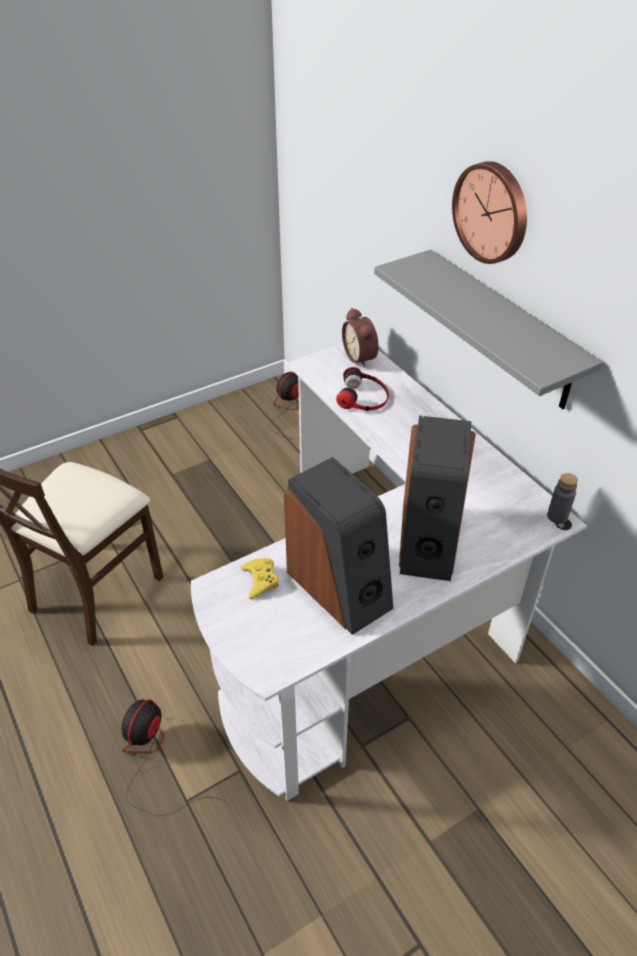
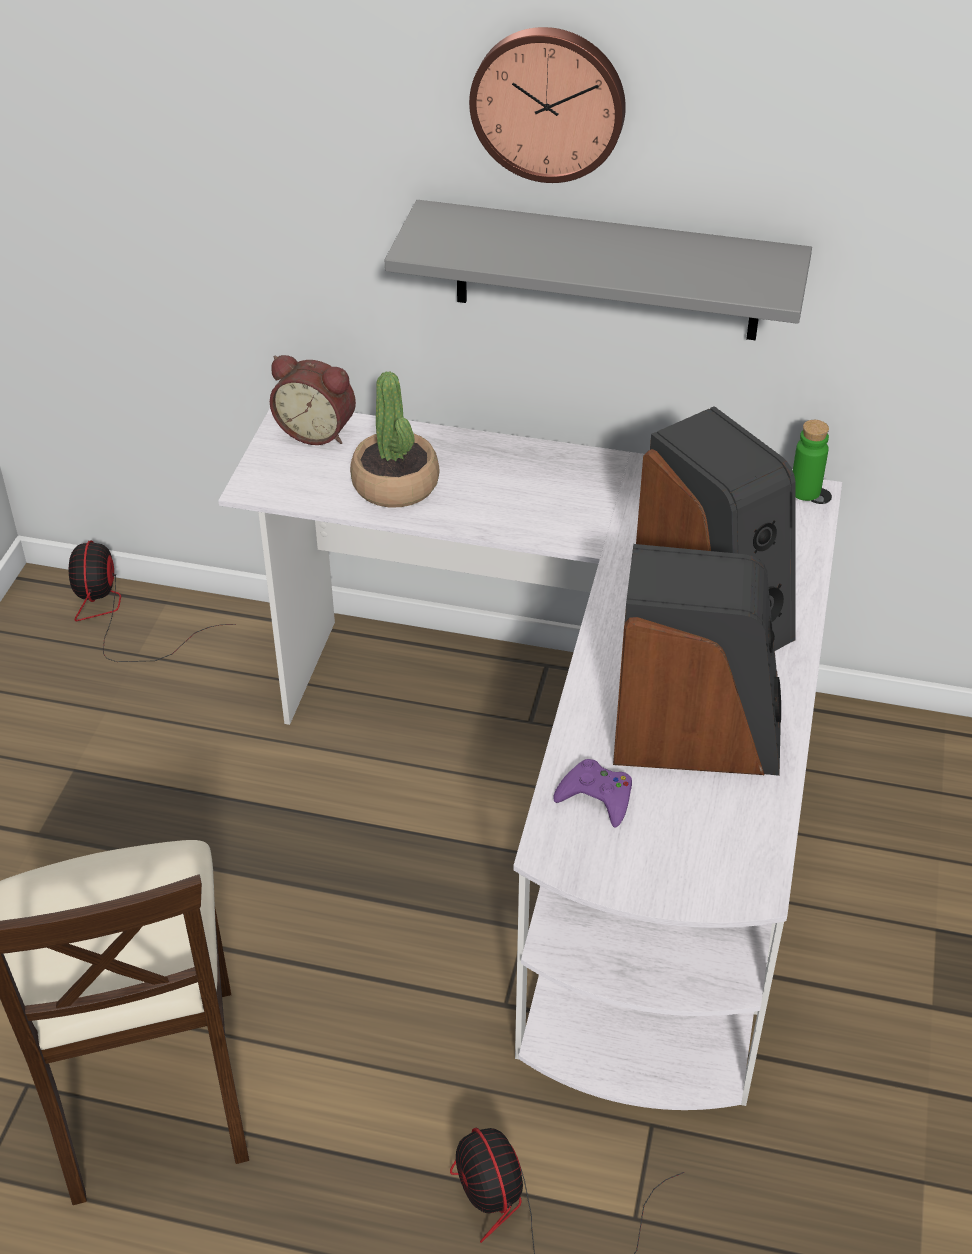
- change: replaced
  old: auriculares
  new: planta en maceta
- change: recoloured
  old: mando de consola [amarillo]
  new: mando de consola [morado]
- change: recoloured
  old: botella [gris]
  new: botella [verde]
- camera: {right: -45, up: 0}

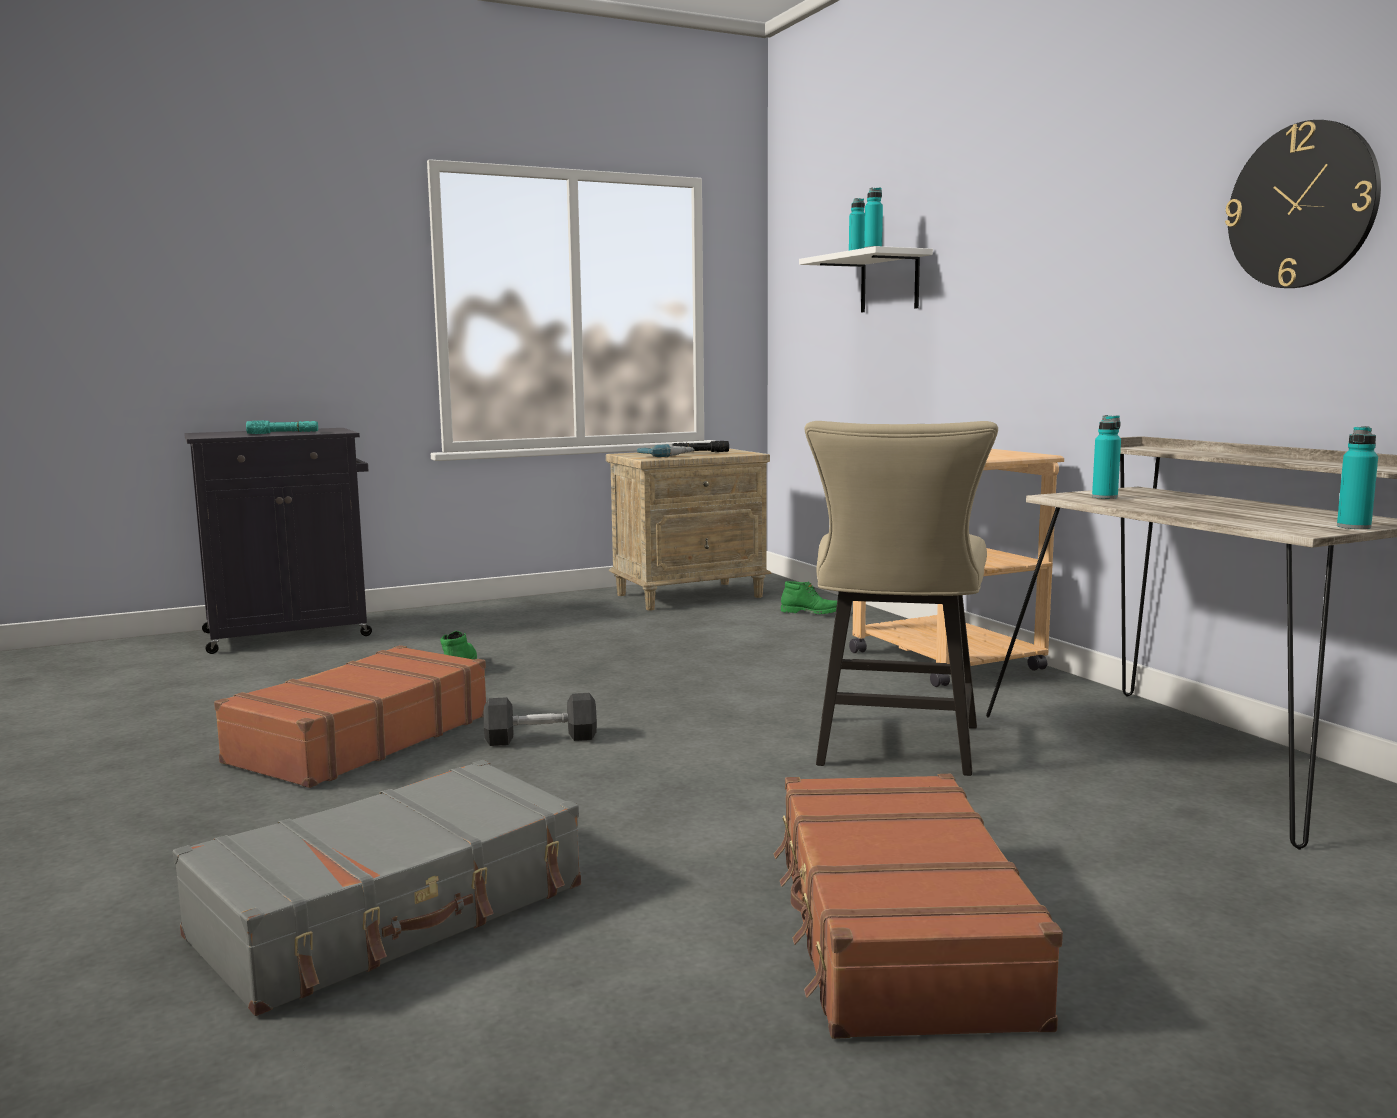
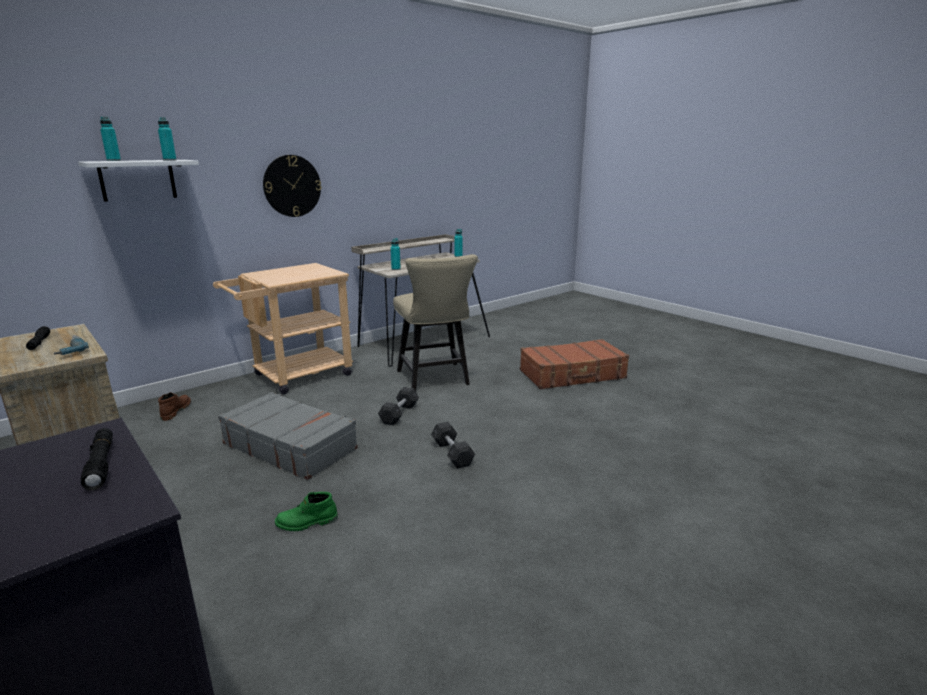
- change: recoloured
  old: linterna [turquesa]
  new: linterna [negro] (2nd from left)
- change: recoloured
  old: bota [verde] (2nd from left)
  new: bota [marrón]
- change: moved
  old: maleta [gris]
- change: moved
  old: reloj de pared
- change: added
  new: mancuerna [gris] (1st from left)
- change: turned
  old: silla [beis]
  degrees: 75
- change: removed
  old: maleta [marrón] (1st from left)
- camera: {right: -105, up: 10}

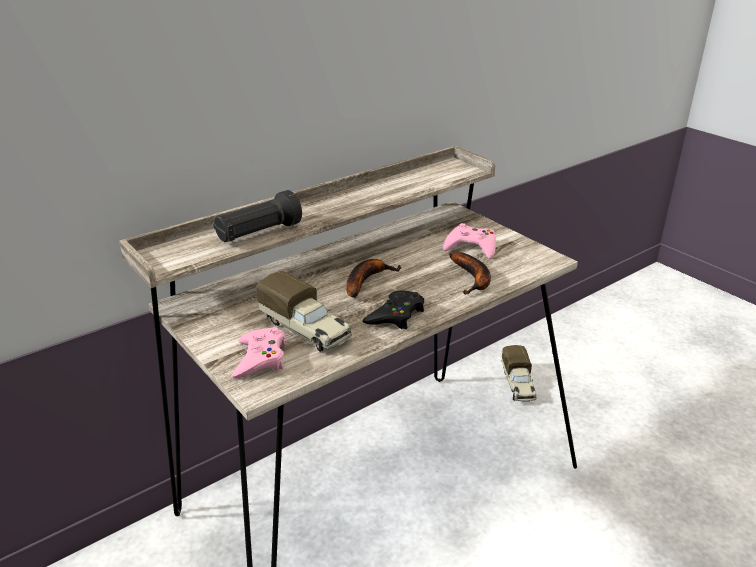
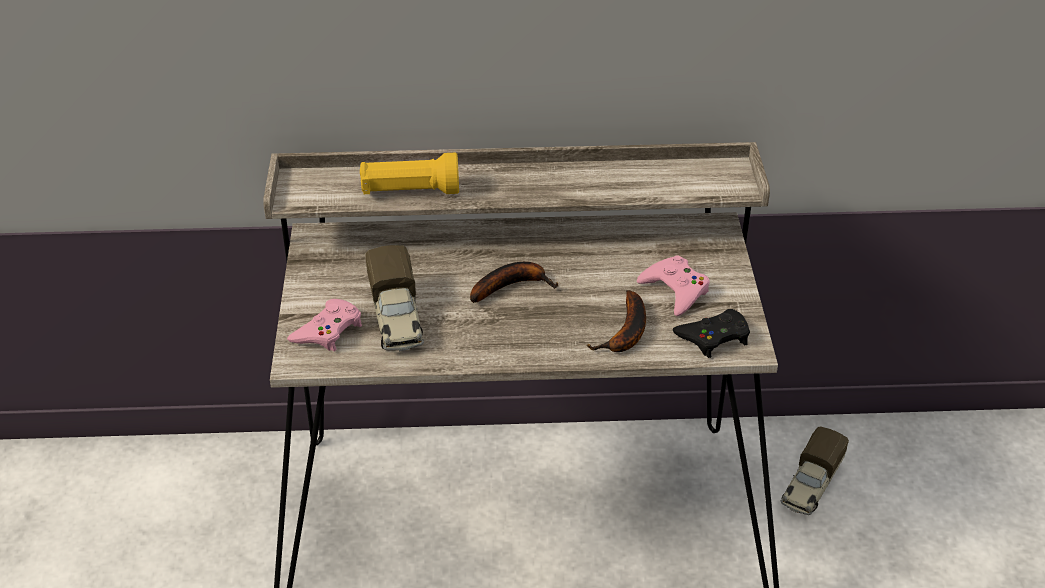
- change: recoloured
  old: linterna [negro]
  new: linterna [amarillo]
- change: moved
  old: mando de consola [negro]
- camera: {right: 35, up: 10}

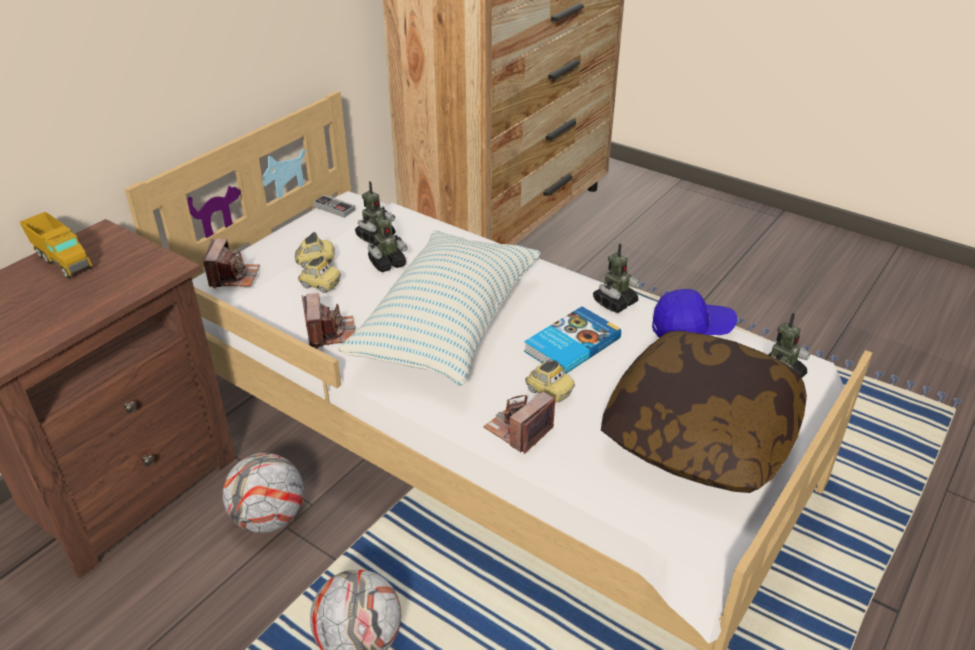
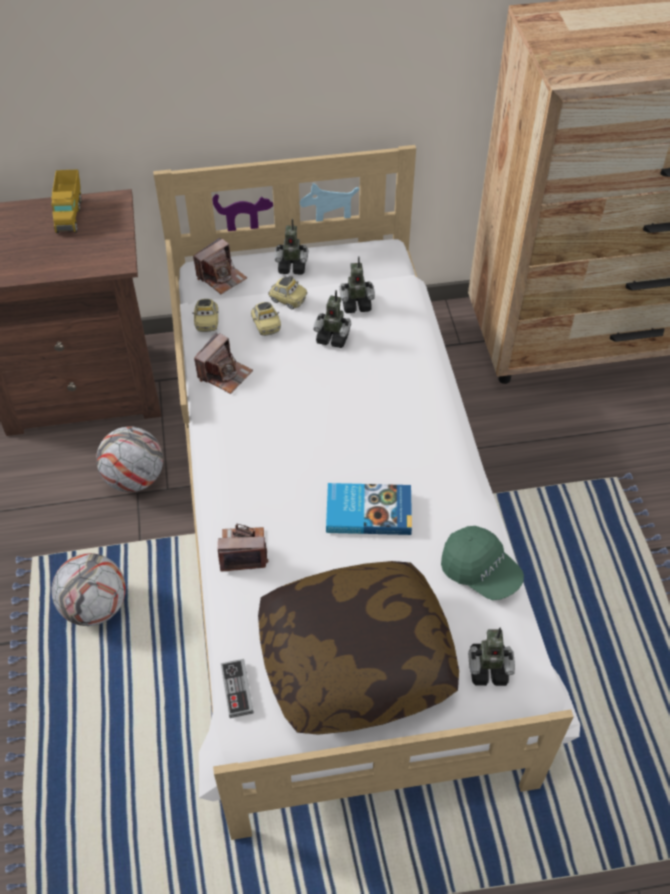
- change: moved
  old: coche de juguete (3rd from left in the first image)
  new: coche de juguete (1st from left)
- change: moved
  old: mando de consola
- change: moved
  old: robot de juguete (3rd from left in the first image)
  new: robot de juguete (1st from left)
- change: recoloured
  old: gorra [azul]
  new: gorra [verde]
- change: removed
  old: cojín (1st from left)
- camera: {right: 45, up: 15}

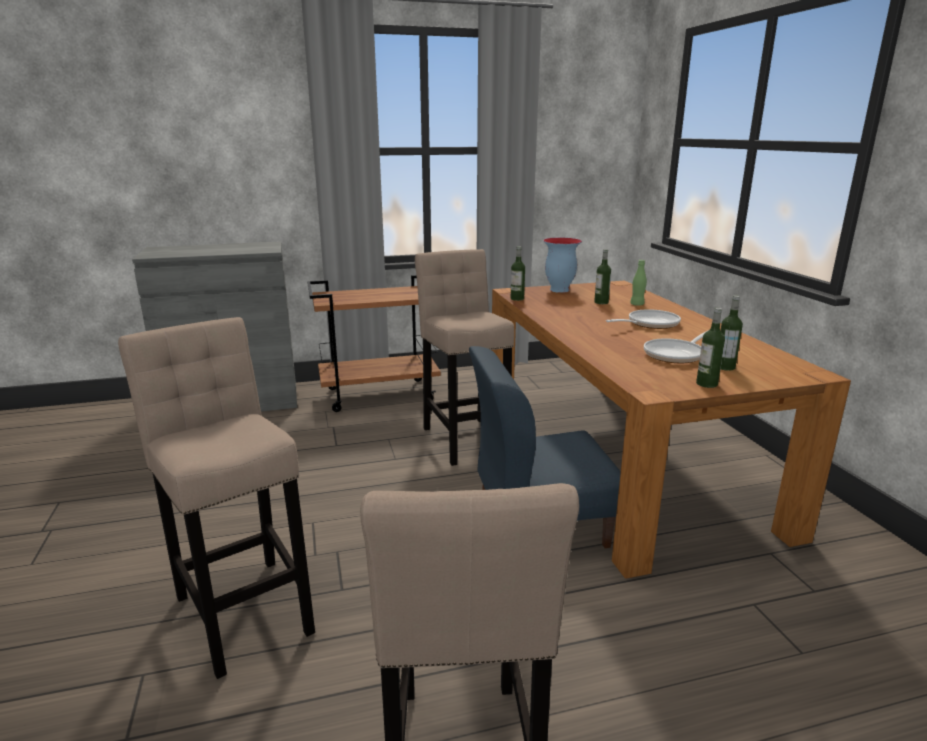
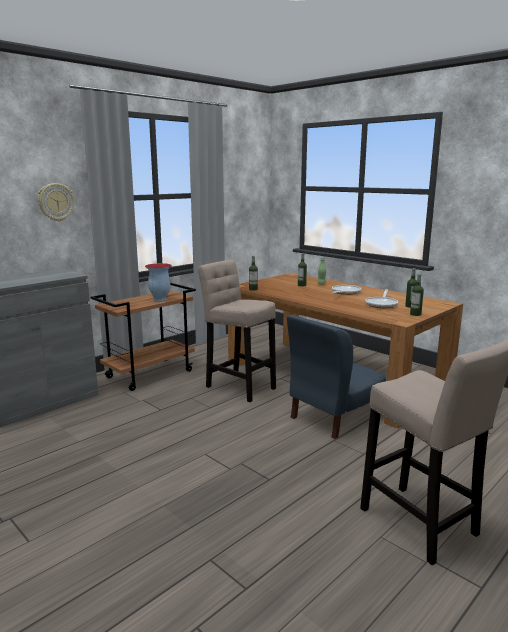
- change: added
  new: reloj de pared
- change: moved
  old: florero
- change: removed
  old: taburete [beis] (1st from left)
- camera: {right: -30, up: -5}

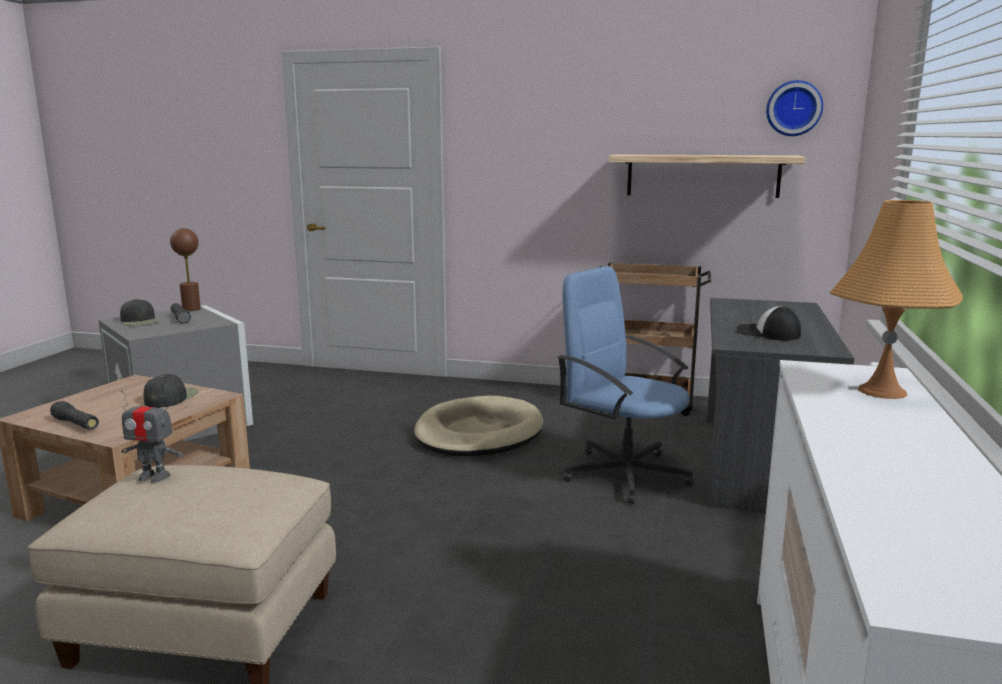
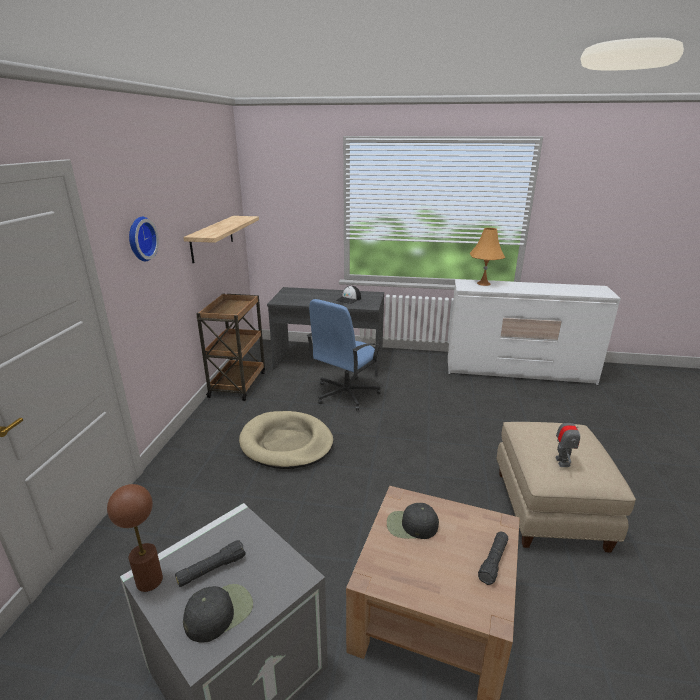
- change: moved
  old: reloj de pared
- camera: {right: -95, up: 10}

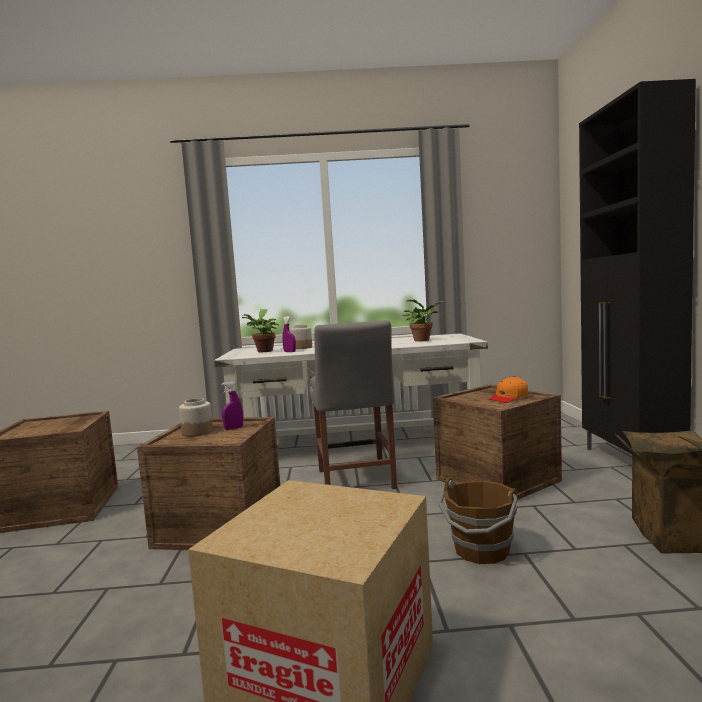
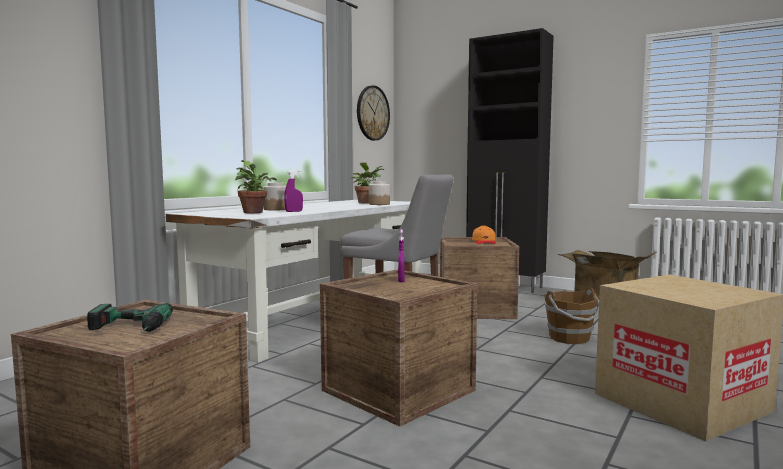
- change: added
  new: taladro
- change: added
  new: reloj de pared
- change: moved
  old: tarro (1st from left in the first image)
  new: tarro (2nd from left)
- camera: {right: -55, up: 0}

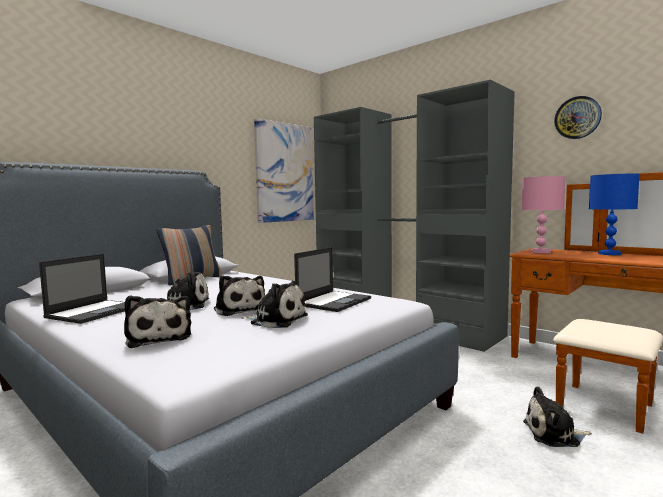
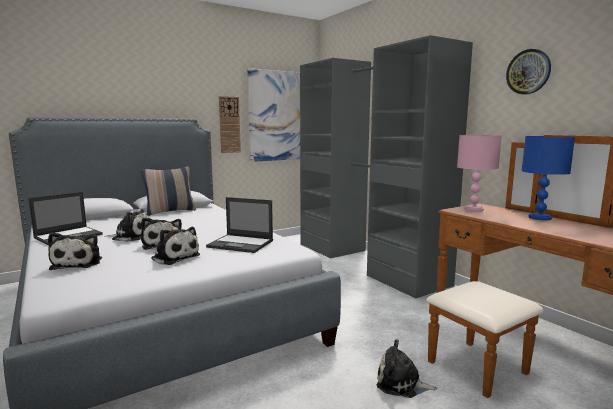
- change: turned
  old: portátil (2nd from left)
  degrees: 60
- change: added
  new: reloj de pared (1st from left)
- camera: {right: 15, up: 5}

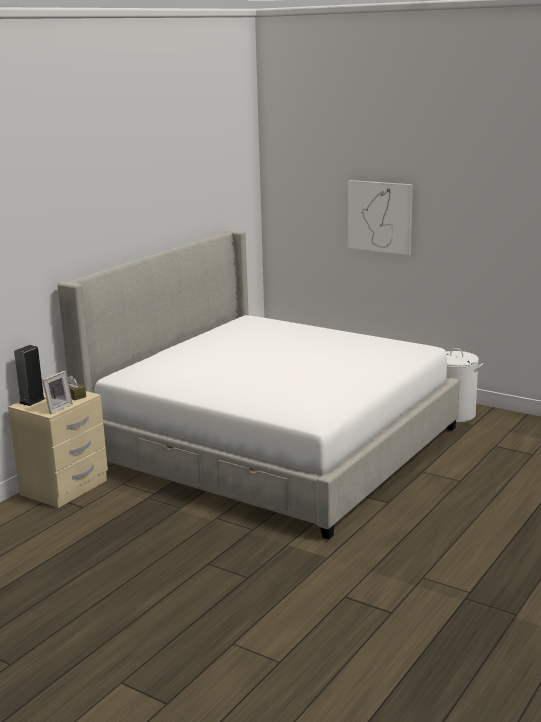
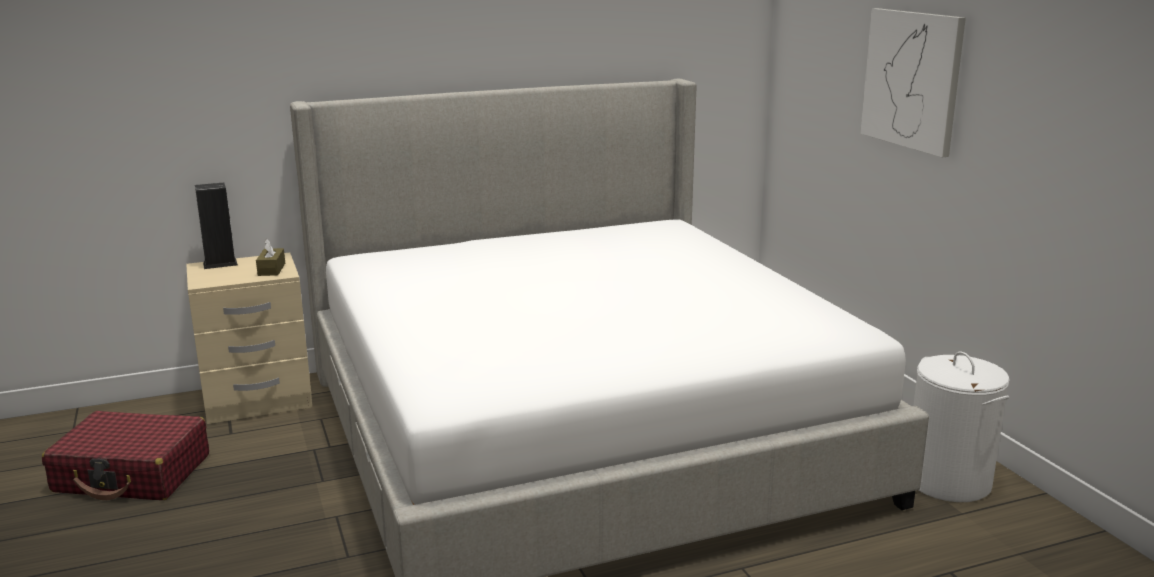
- change: added
  new: maleta [rojo]
- change: removed
  old: portarretratos
- camera: {right: 35, up: 0}

